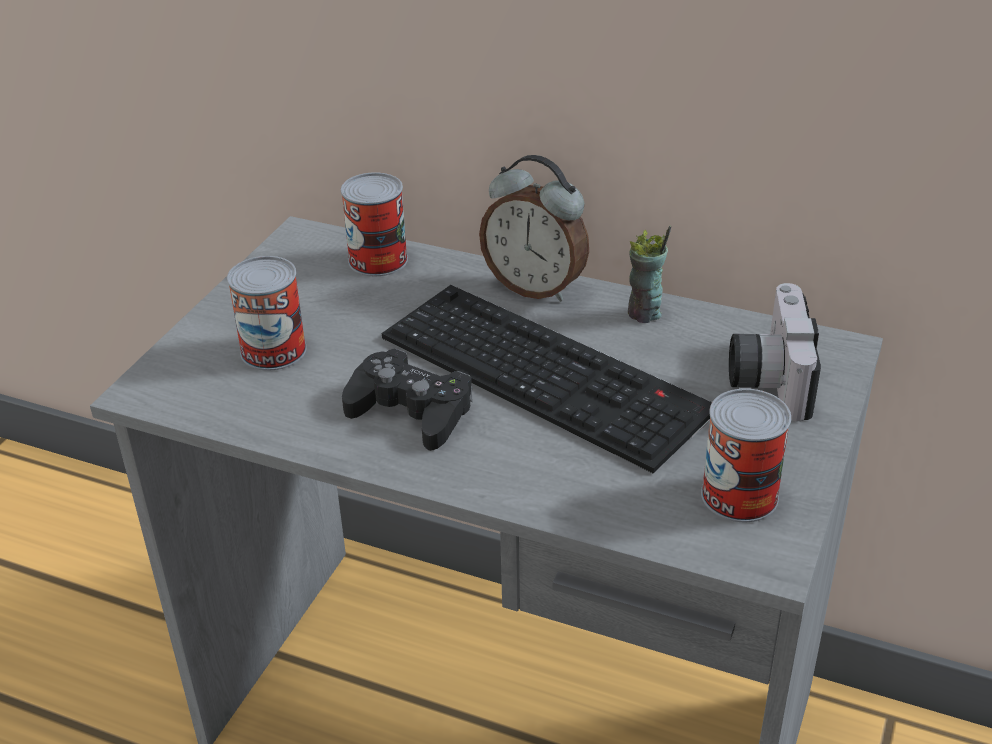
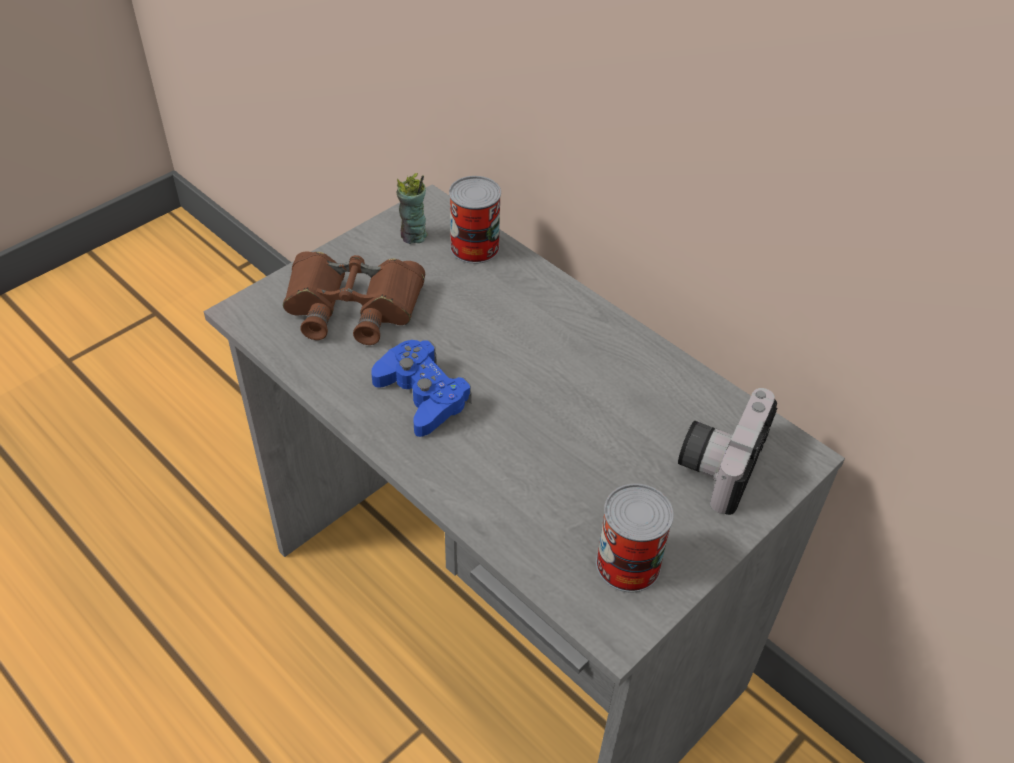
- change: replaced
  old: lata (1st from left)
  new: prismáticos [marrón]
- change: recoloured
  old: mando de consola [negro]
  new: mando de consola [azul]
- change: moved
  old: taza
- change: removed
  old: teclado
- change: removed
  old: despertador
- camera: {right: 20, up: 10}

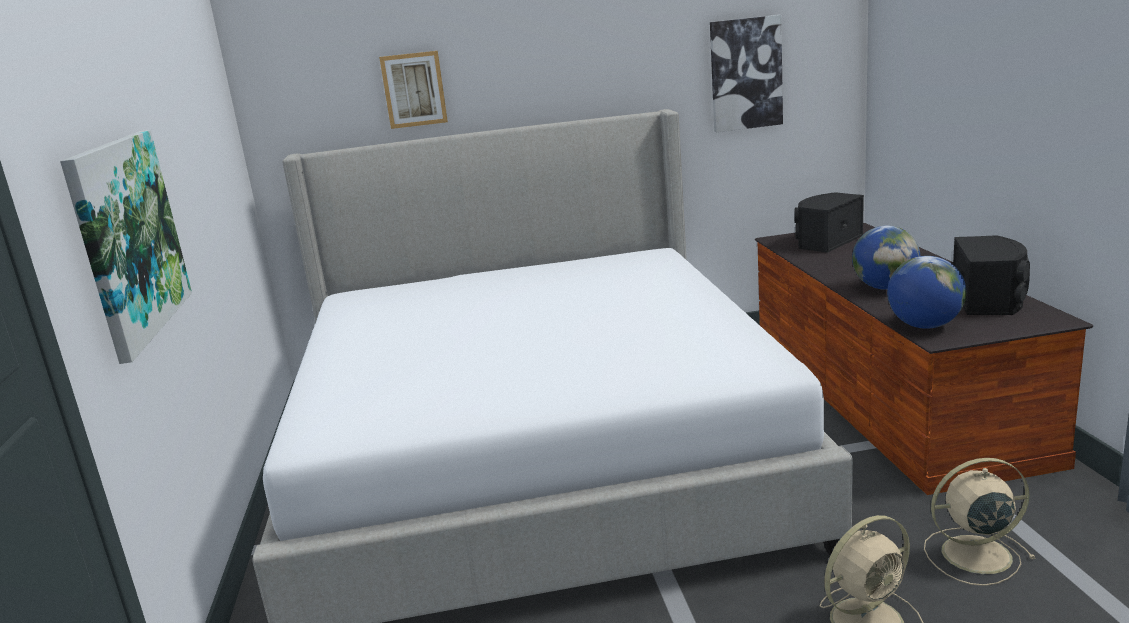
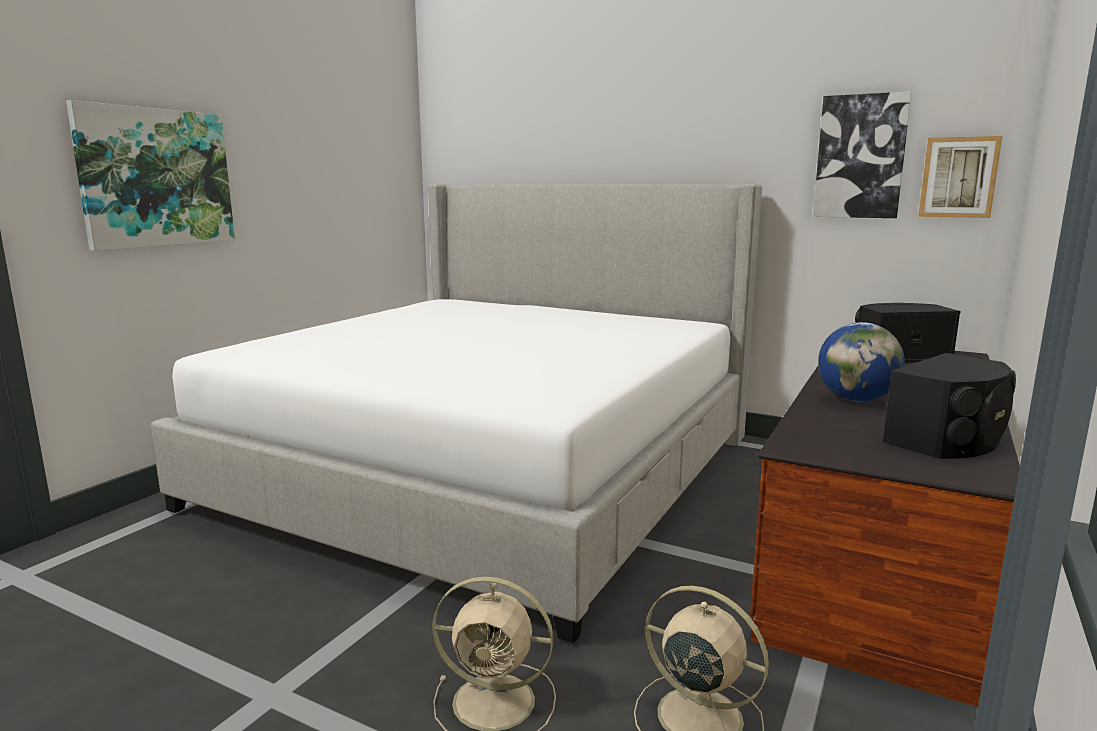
- change: moved
  old: cuadro (2nd from left in the first image)
  new: cuadro (3rd from left)
- change: removed
  old: globo terráqueo (2nd from left)
- camera: {right: 35, up: -5}

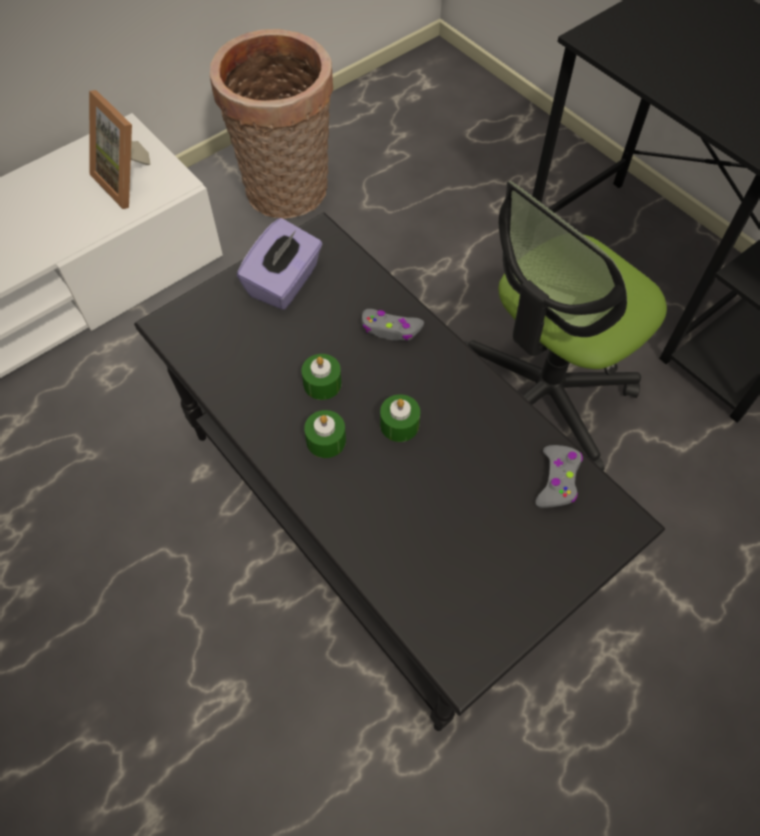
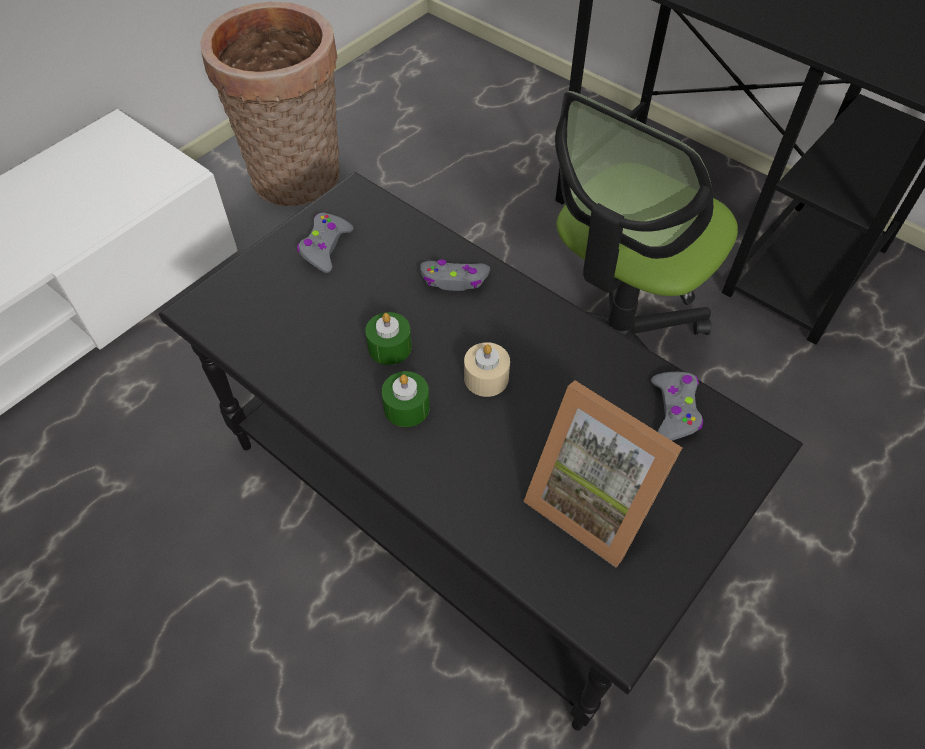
- change: replaced
  old: caja de pañuelos [morado]
  new: mando de consola [gris] (1st from left)
- change: recoloured
  old: vela [verde] (3rd from left)
  new: vela [beis]
- change: moved
  old: portarretratos
- camera: {right: -10, up: -5}

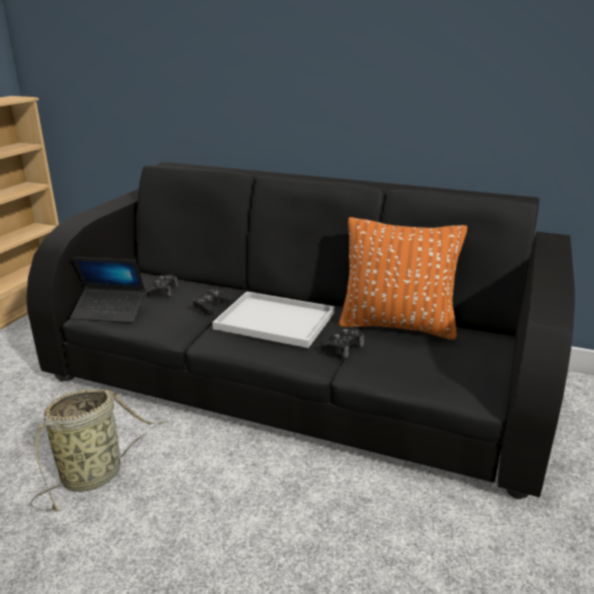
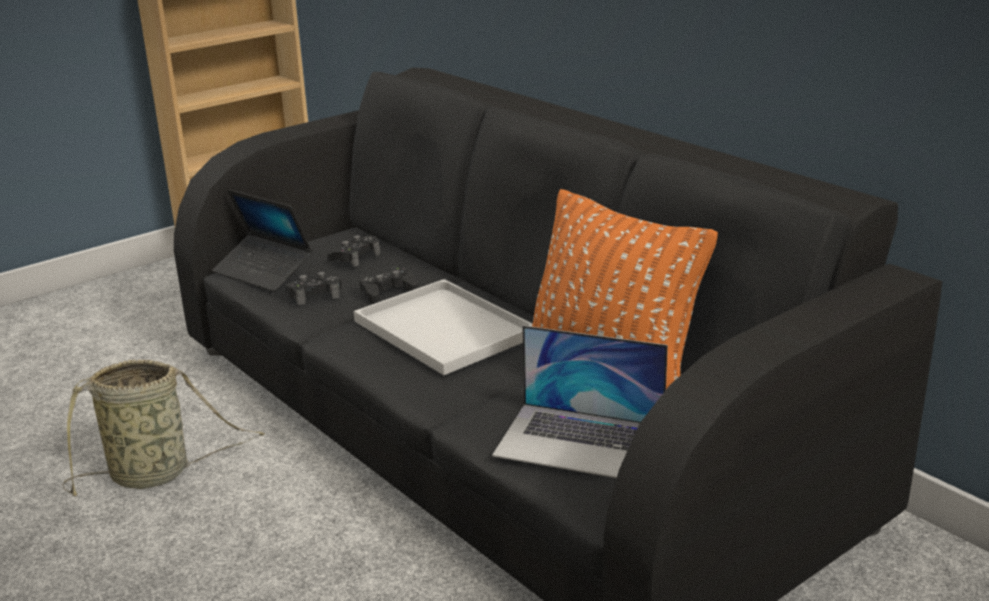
- change: moved
  old: mando de consola [negro] (3rd from left in the first image)
  new: mando de consola [negro] (1st from left)
- change: added
  new: portátil (2nd from left)
- camera: {right: 30, up: 0}

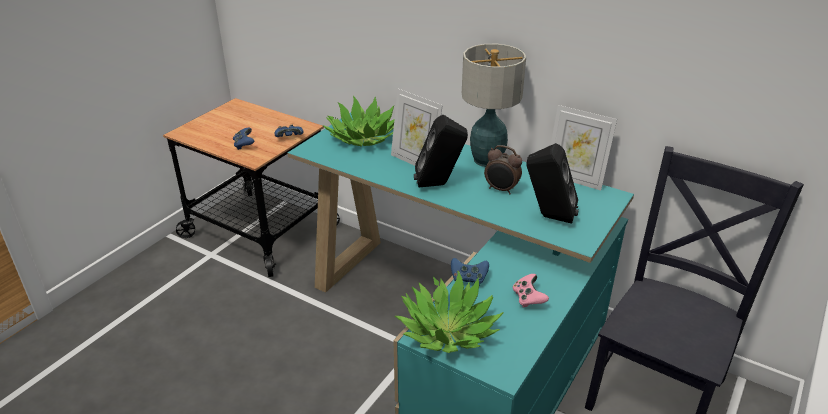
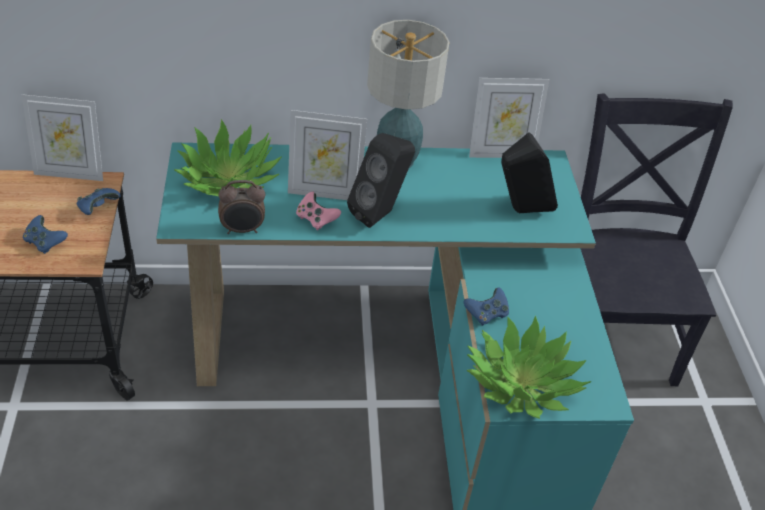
- change: added
  new: portarretratos (1st from left)
- change: moved
  old: despertador
- change: moved
  old: mando de consola [rosa]
- camera: {right: -40, up: 10}

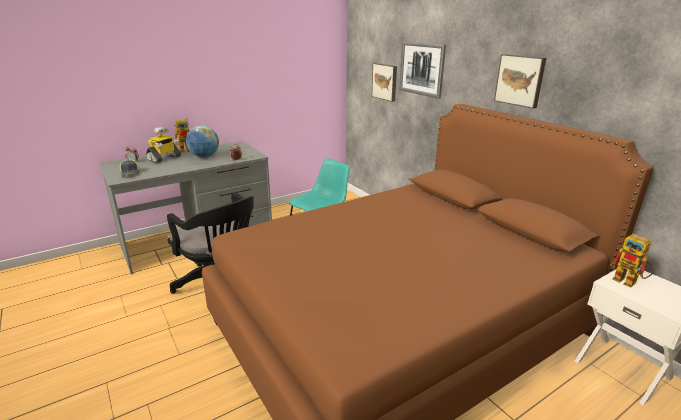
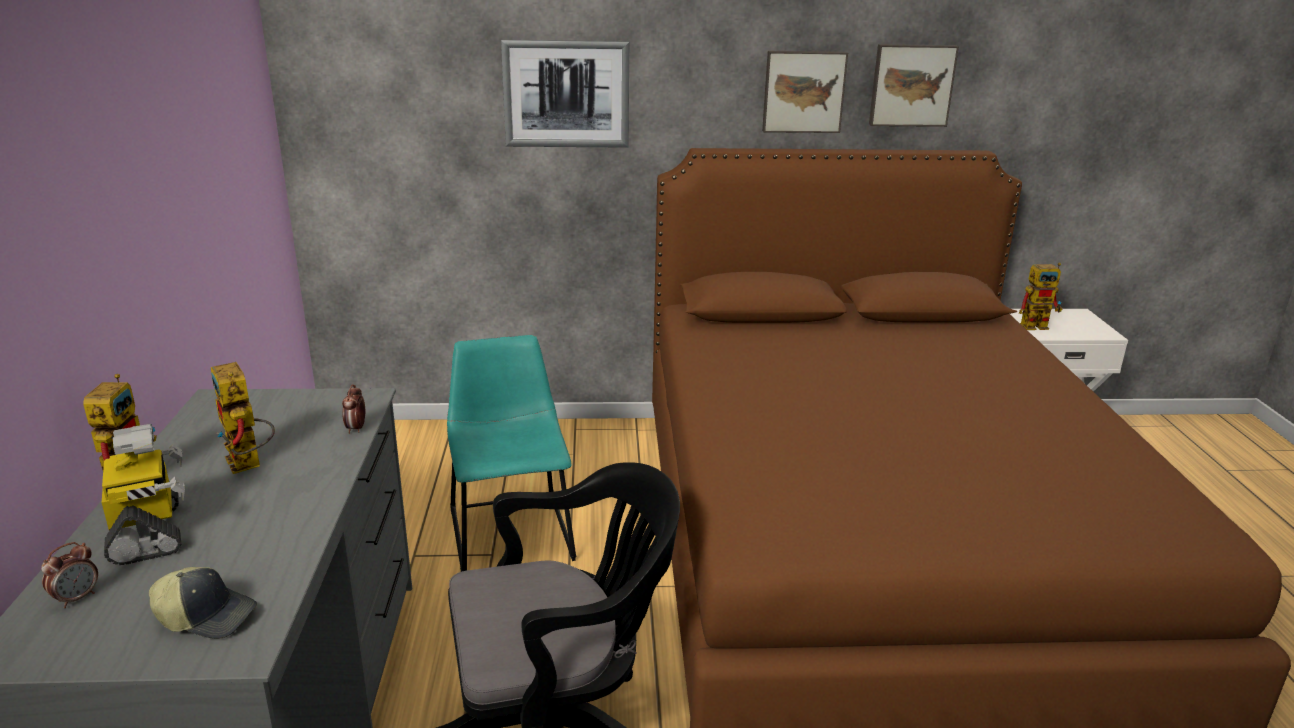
- change: replaced
  old: globo terráqueo
  new: robot de juguete (3rd from left)
- change: moved
  old: cuadro (1st from left in the first image)
  new: cuadro (3rd from left)
- camera: {right: -60, up: 0}

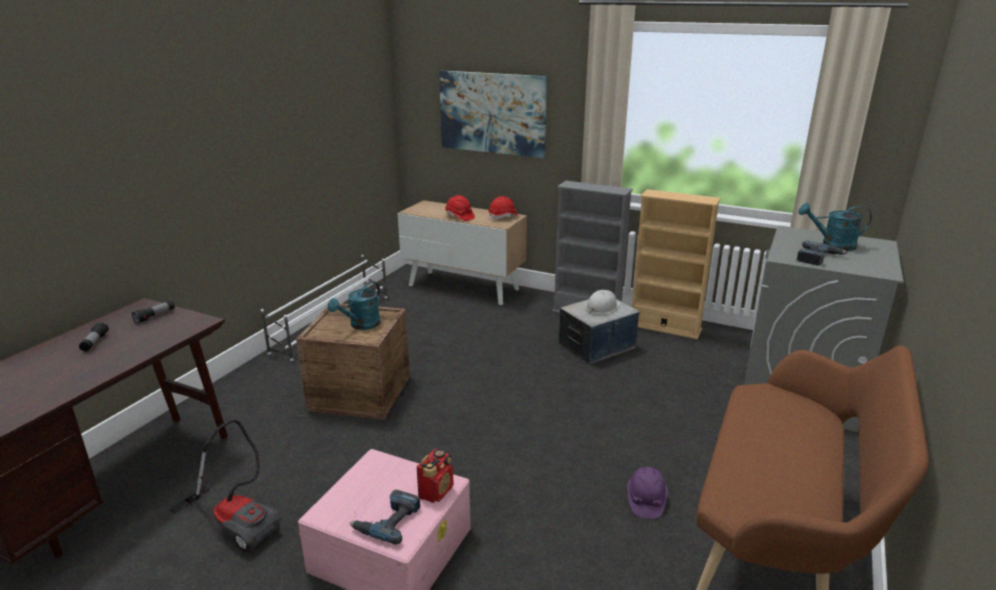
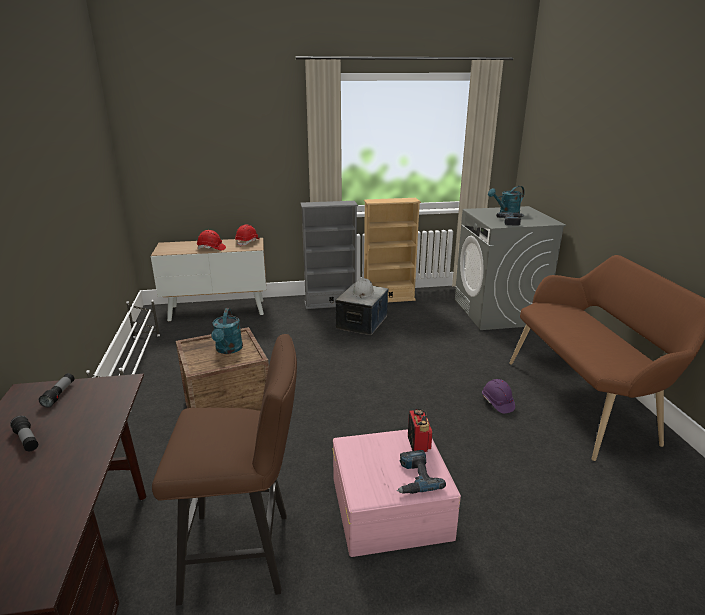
- change: replaced
  old: aspiradora
  new: taburete [marrón]
- change: removed
  old: cuadro
- camera: {right: -35, up: 0}

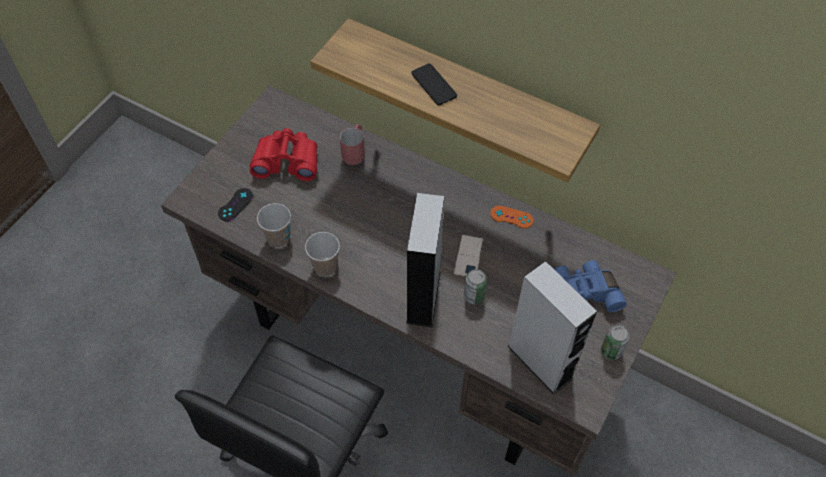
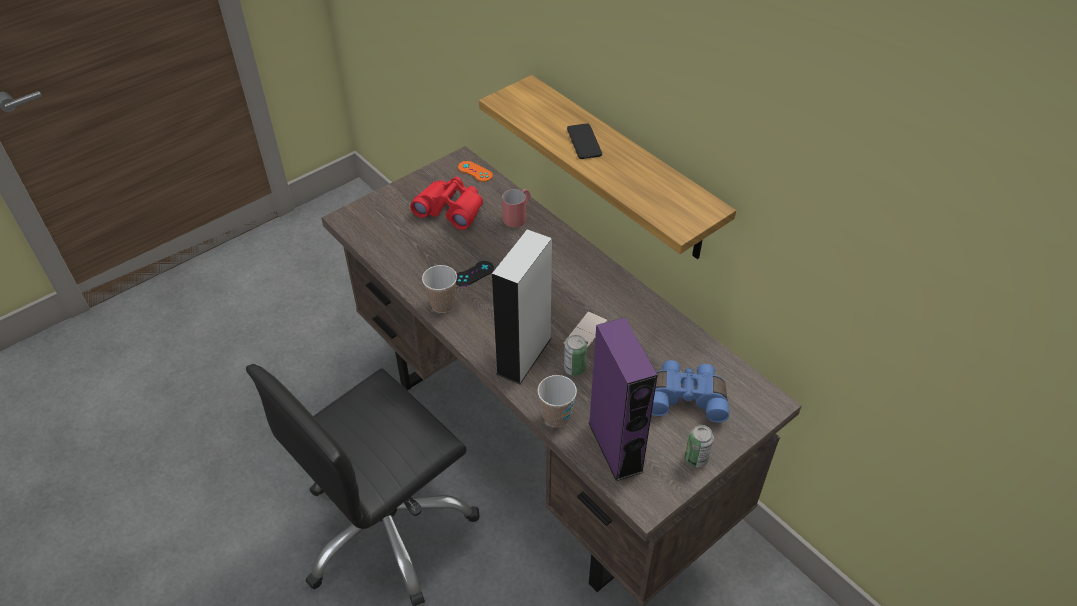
- change: moved
  old: mando de consola [negro]
- change: moved
  old: mando de consola [naranja]
- change: moved
  old: taza (1st from left in the first image)
  new: taza (2nd from left)
- change: recoloured
  old: altavoz [gris] (2nd from left)
  new: altavoz [morado]
- camera: {right: 20, up: -10}

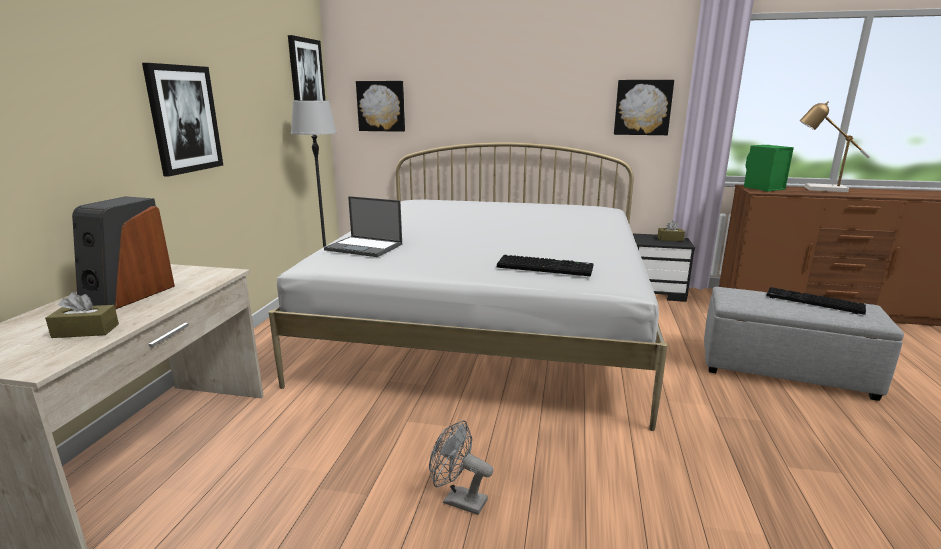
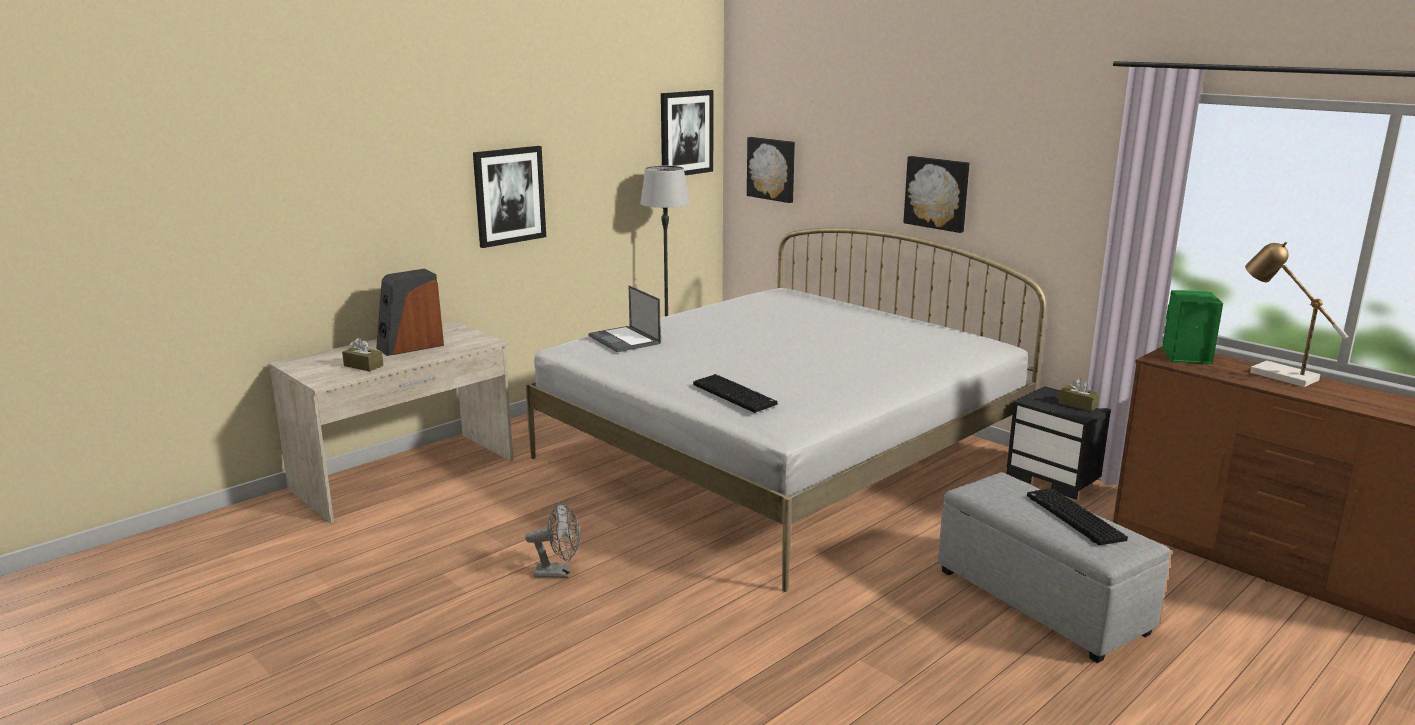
- change: turned
  old: ventilador [gris]
  degrees: 120
- change: moved
  old: cuadro (4th from left)
- camera: {right: 35, up: 0}

